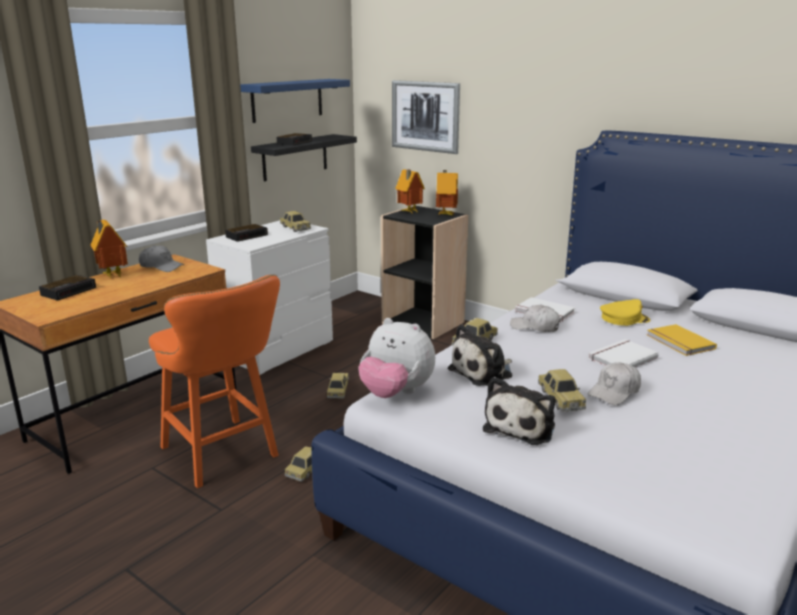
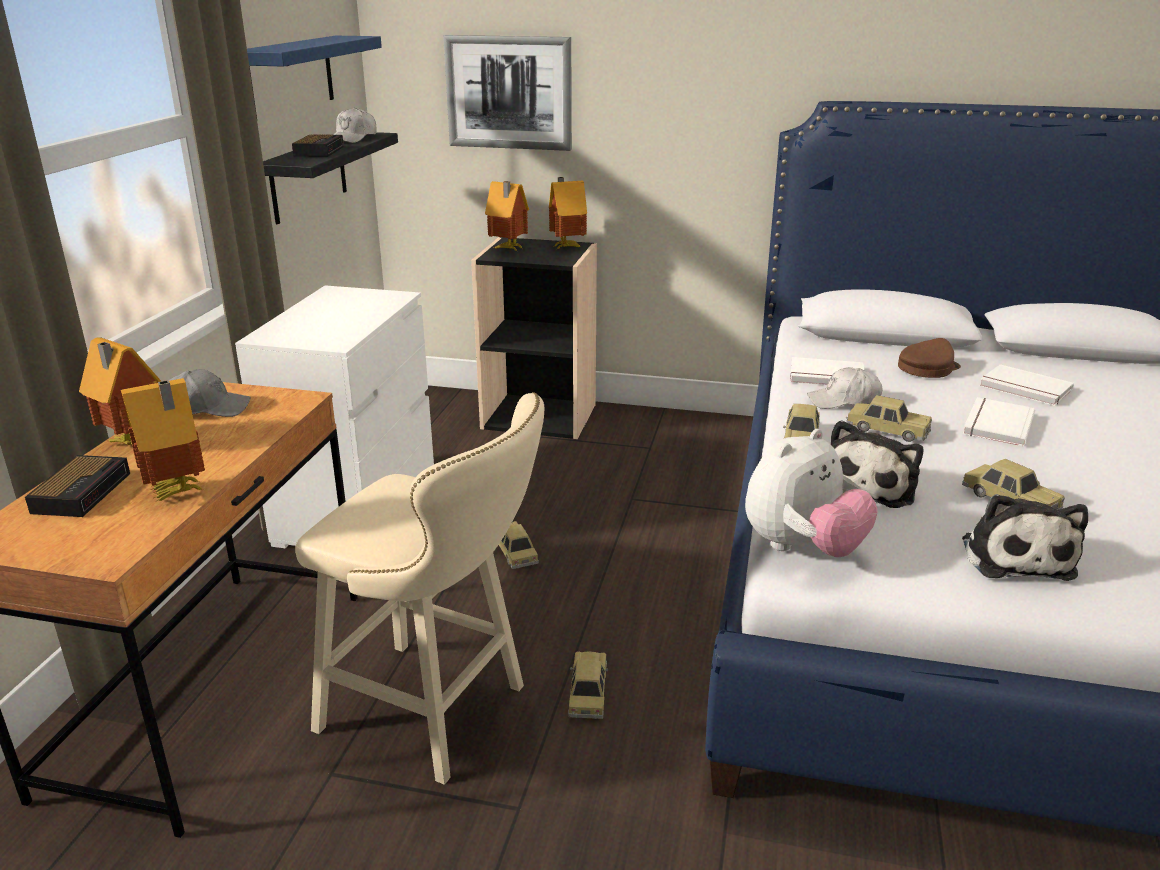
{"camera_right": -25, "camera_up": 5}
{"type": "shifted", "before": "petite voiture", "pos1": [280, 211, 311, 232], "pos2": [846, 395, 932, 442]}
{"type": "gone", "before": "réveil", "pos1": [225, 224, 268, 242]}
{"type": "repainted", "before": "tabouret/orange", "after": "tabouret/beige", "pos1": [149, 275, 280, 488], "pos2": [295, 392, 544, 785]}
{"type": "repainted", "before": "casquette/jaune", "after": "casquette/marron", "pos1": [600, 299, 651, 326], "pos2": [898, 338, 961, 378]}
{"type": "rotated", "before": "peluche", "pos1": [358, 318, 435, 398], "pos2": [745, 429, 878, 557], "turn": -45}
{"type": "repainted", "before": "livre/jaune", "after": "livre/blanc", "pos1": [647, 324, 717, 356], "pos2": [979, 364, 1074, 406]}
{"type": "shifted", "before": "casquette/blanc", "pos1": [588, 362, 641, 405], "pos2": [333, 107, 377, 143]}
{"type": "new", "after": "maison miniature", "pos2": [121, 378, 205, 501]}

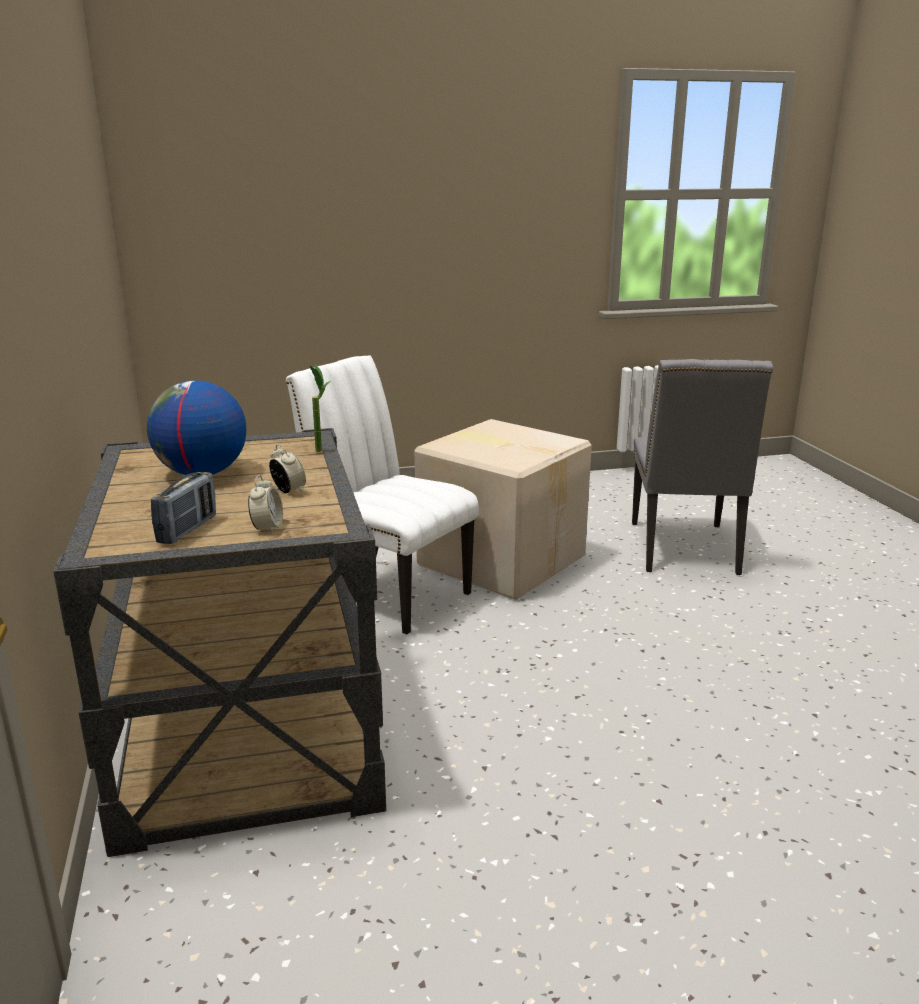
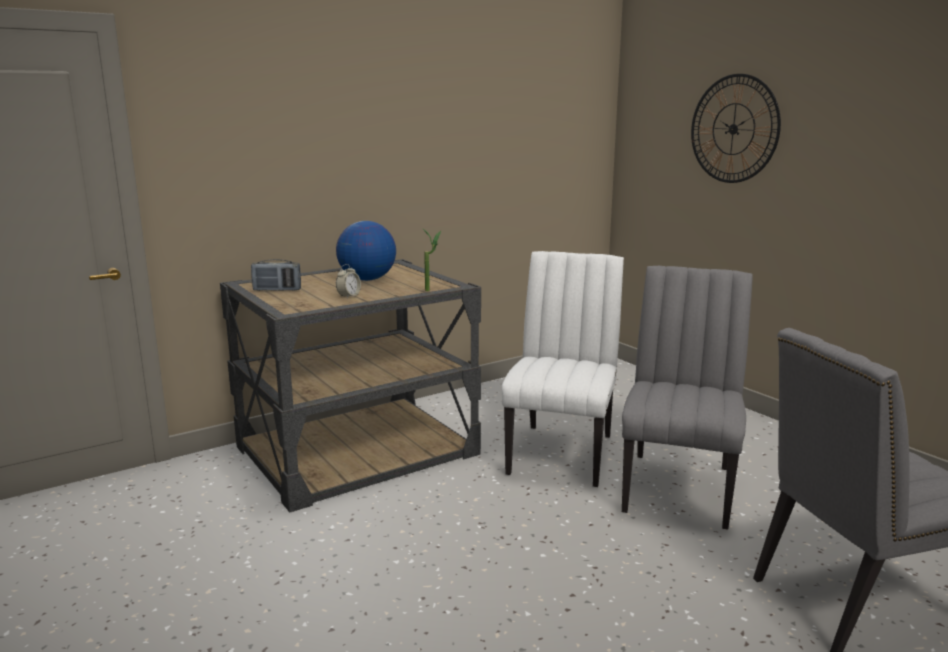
{"camera_right": 70, "camera_up": -5}
{"type": "swapped", "before": "carton", "after": "chaise/gris", "pos1": [415, 419, 592, 600], "pos2": [622, 266, 753, 530]}
{"type": "gone", "before": "réveil", "pos1": [248, 475, 283, 534]}
{"type": "new", "after": "horloge murale", "pos2": [691, 74, 781, 183]}

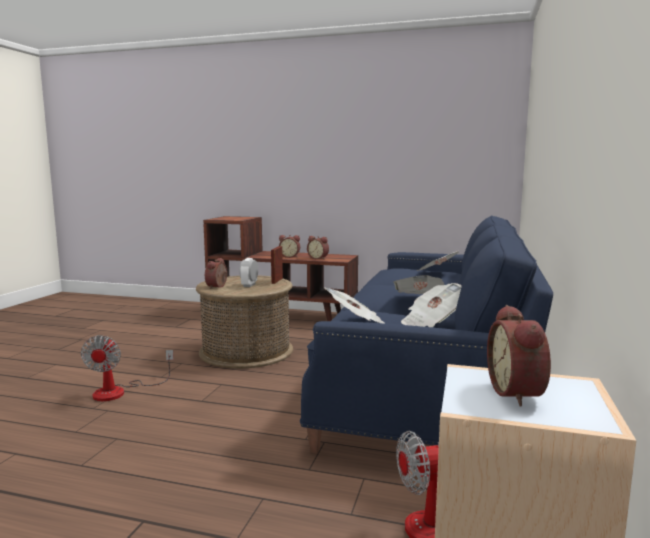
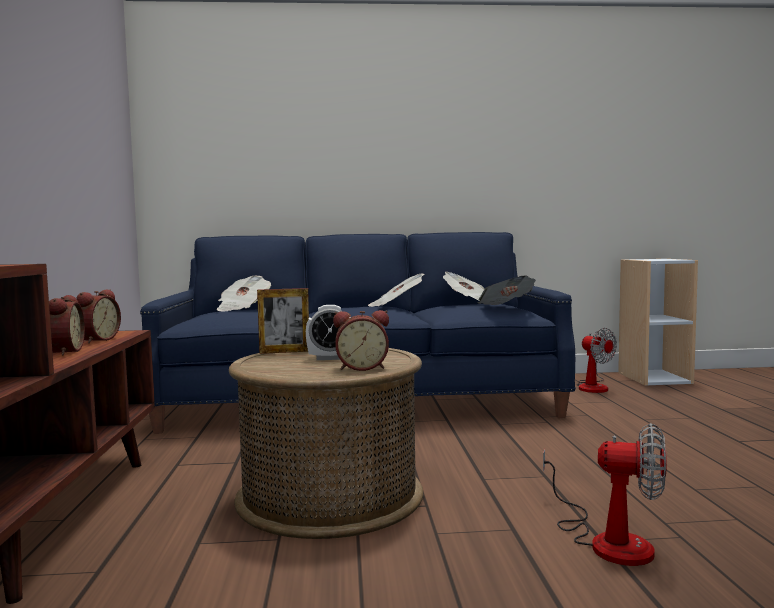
{"camera_right": -110, "camera_up": -5}
{"type": "gone", "before": "réveil", "pos1": [487, 305, 551, 407]}
{"type": "rotated", "before": "ventilateur", "pos1": [81, 335, 174, 401], "pos2": [543, 423, 667, 566], "turn": 45}

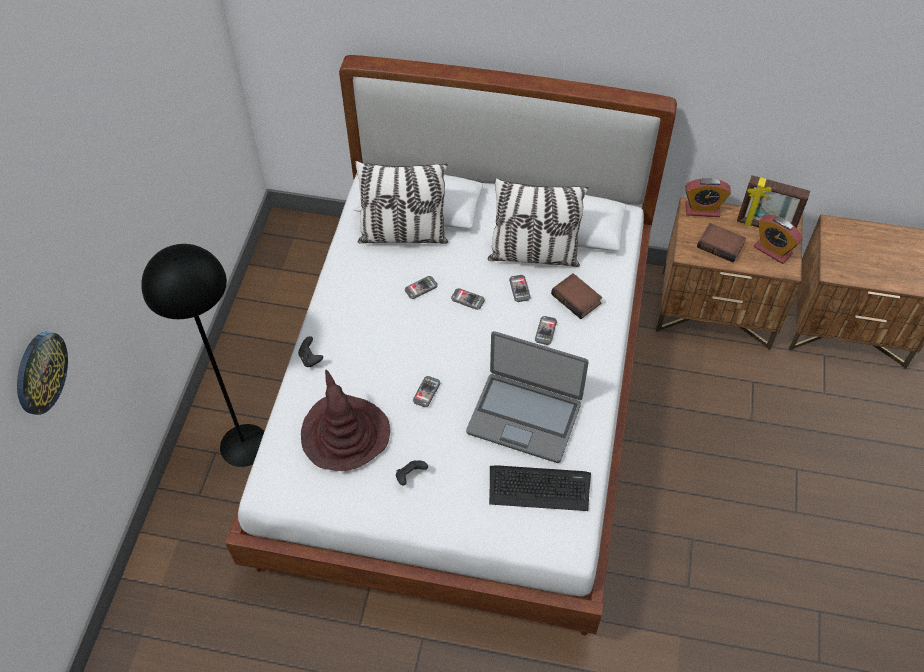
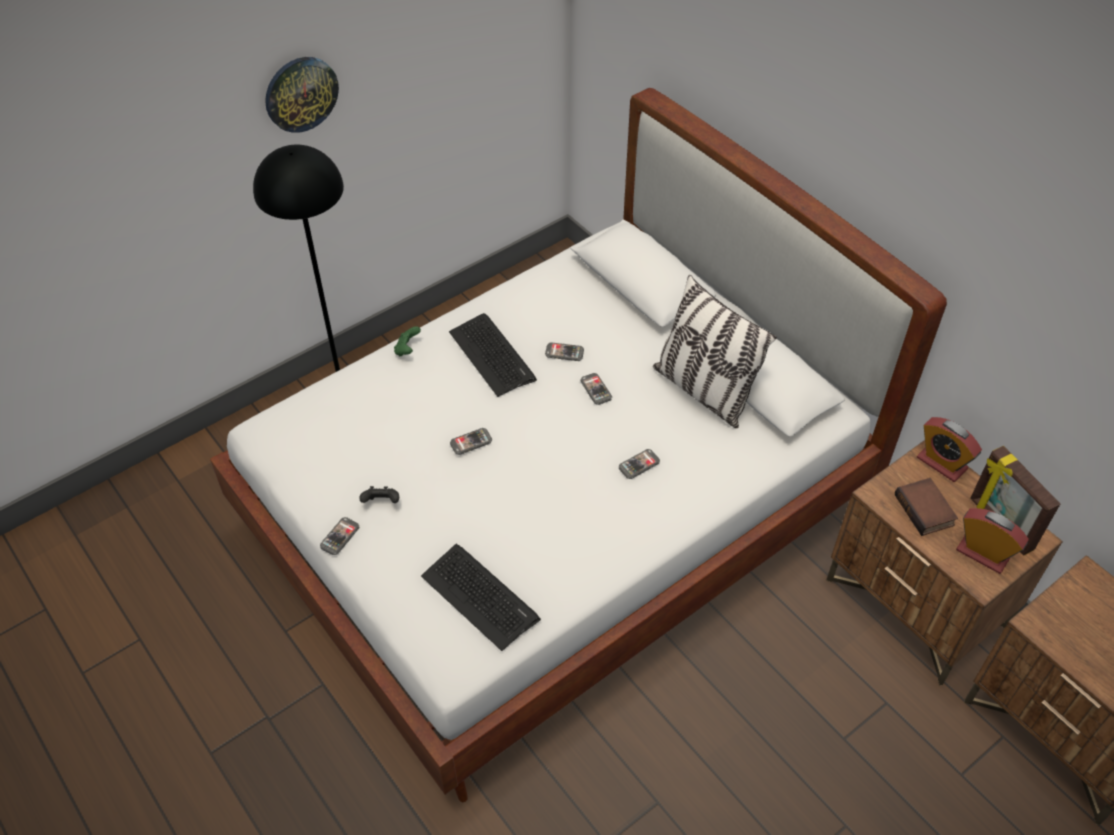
{"camera_right": 40, "camera_up": -5}
{"type": "gone", "before": "coussin", "pos1": [355, 161, 448, 244]}
{"type": "rotated", "before": "réveil", "pos1": [754, 215, 803, 264], "pos2": [956, 508, 1029, 574], "turn": 135}
{"type": "gone", "before": "livre", "pos1": [551, 273, 602, 319]}
{"type": "shifted", "before": "téléphone", "pos1": [509, 275, 531, 302], "pos2": [320, 517, 359, 555]}
{"type": "gone", "before": "ordinateur portable", "pos1": [466, 331, 589, 463]}
{"type": "shifted", "before": "horloge murale", "pos1": [17, 332, 68, 415], "pos2": [265, 57, 339, 133]}
{"type": "repainted", "before": "manette/noir", "after": "manette/vert", "pos1": [298, 336, 323, 367], "pos2": [394, 326, 421, 356]}
{"type": "gone", "before": "chapeau/marron", "pos1": [301, 370, 390, 471]}
{"type": "new", "after": "clavier", "pos2": [449, 313, 537, 397]}

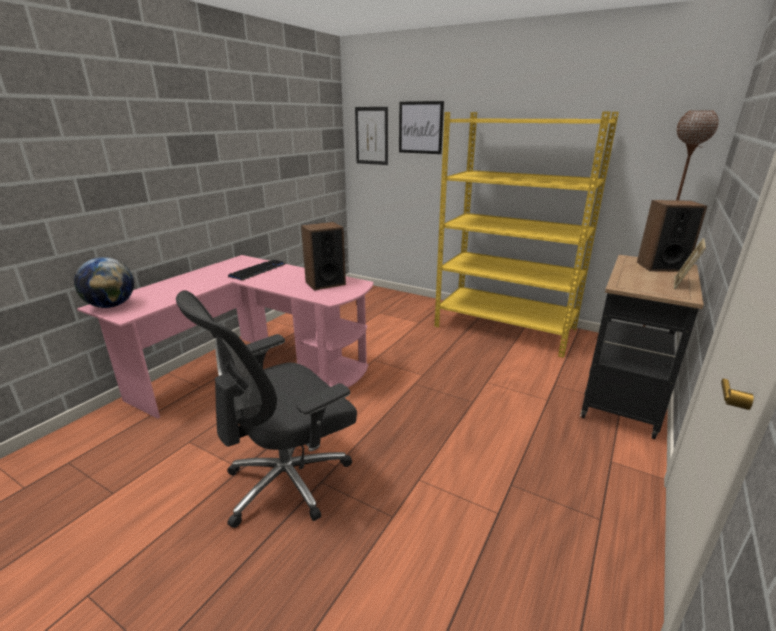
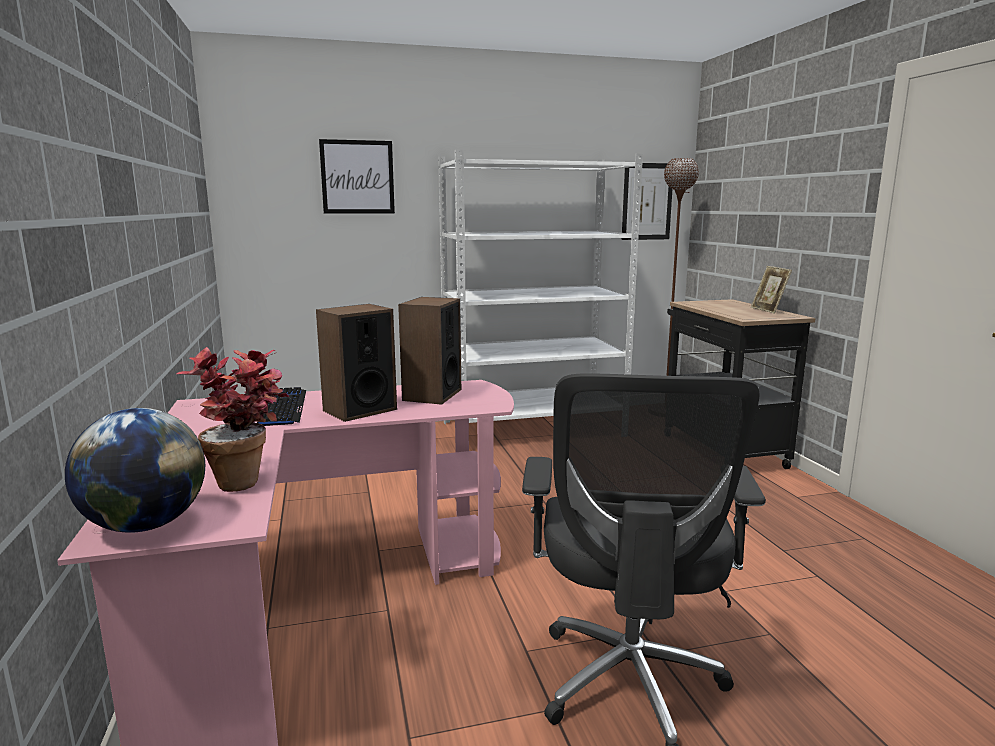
{"camera_right": -45, "camera_up": -10}
{"type": "shifted", "before": "tableau", "pos1": [355, 107, 388, 165], "pos2": [622, 163, 672, 240]}
{"type": "repainted", "before": "bibliothèque/jaune", "after": "bibliothèque/blanc", "pos1": [434, 111, 619, 358], "pos2": [438, 149, 643, 424]}
{"type": "shifted", "before": "enceinte", "pos1": [637, 200, 707, 272], "pos2": [316, 304, 397, 422]}
{"type": "new", "after": "plante en pot", "pos2": [176, 347, 289, 492]}

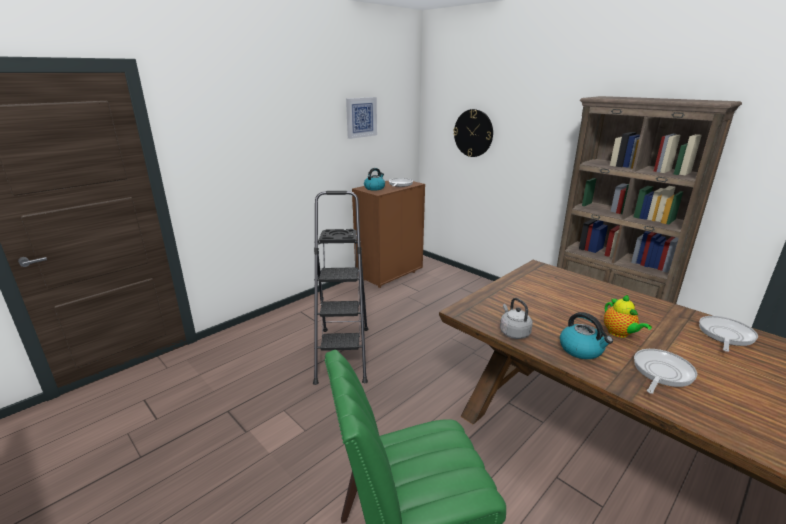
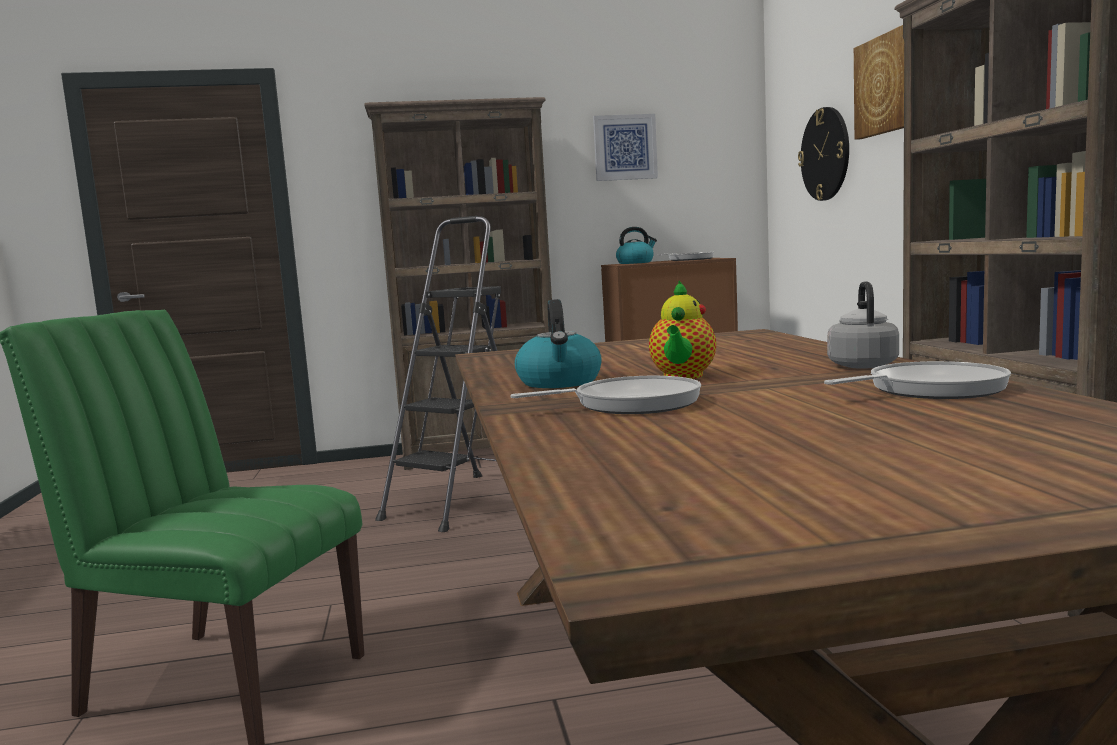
{"camera_right": 35, "camera_up": -15}
{"type": "shifted", "before": "bouilloire/gris", "pos1": [500, 298, 533, 339], "pos2": [827, 281, 899, 369]}
{"type": "new", "after": "tableau", "pos2": [854, 25, 904, 140]}
{"type": "new", "after": "bibliothèque/marron", "pos2": [364, 97, 552, 470]}

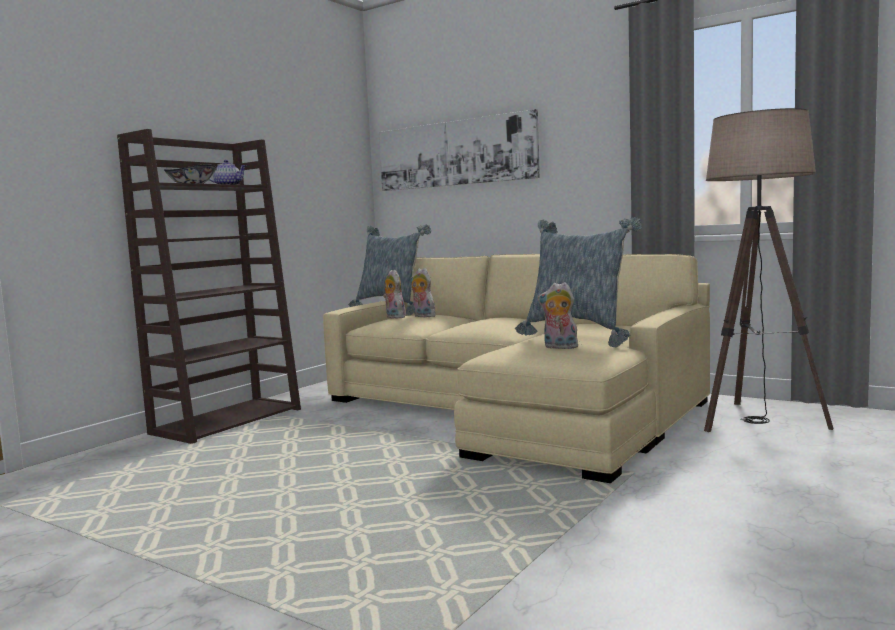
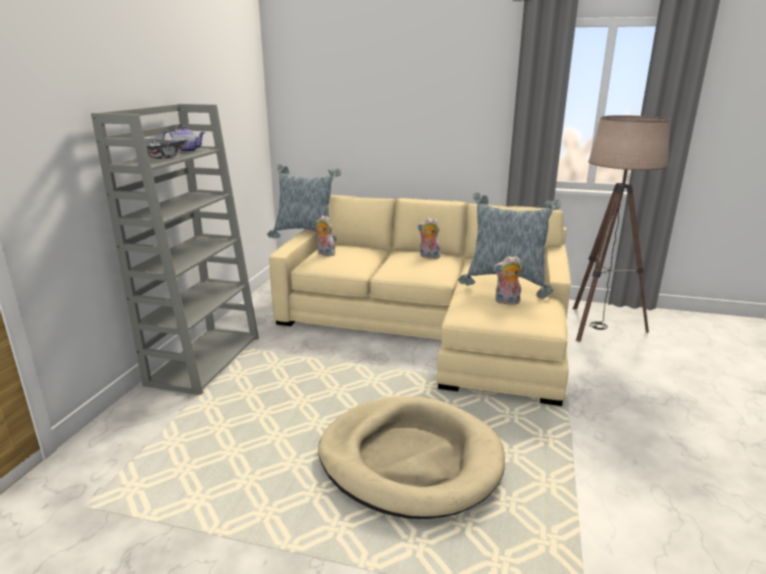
{"camera_right": -20, "camera_up": 15}
{"type": "gone", "before": "tableau", "pos1": [379, 109, 540, 191]}
{"type": "repainted", "before": "bibliothèque/marron", "after": "bibliothèque/gris", "pos1": [117, 129, 301, 444], "pos2": [91, 104, 259, 395]}
{"type": "shifted", "before": "peluche", "pos1": [410, 268, 435, 317], "pos2": [418, 218, 440, 259]}
{"type": "new", "after": "panier pour chien/beige", "pos2": [318, 396, 505, 519]}

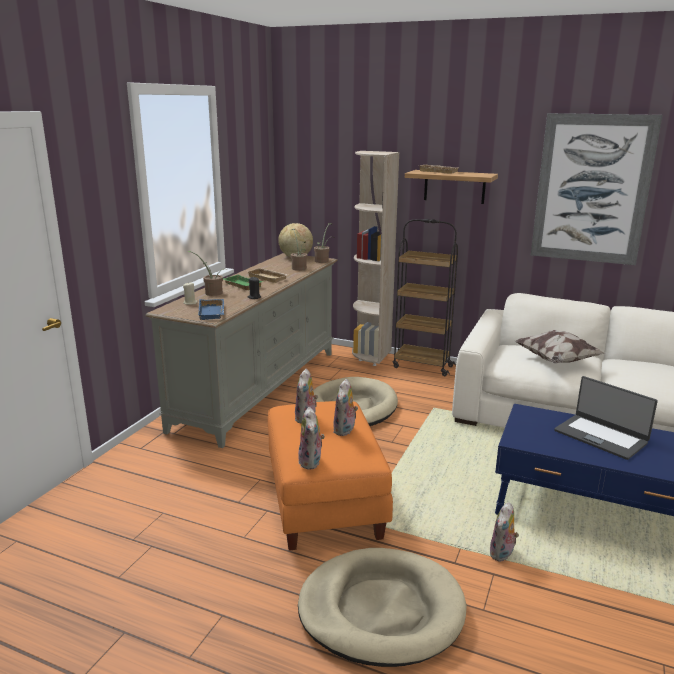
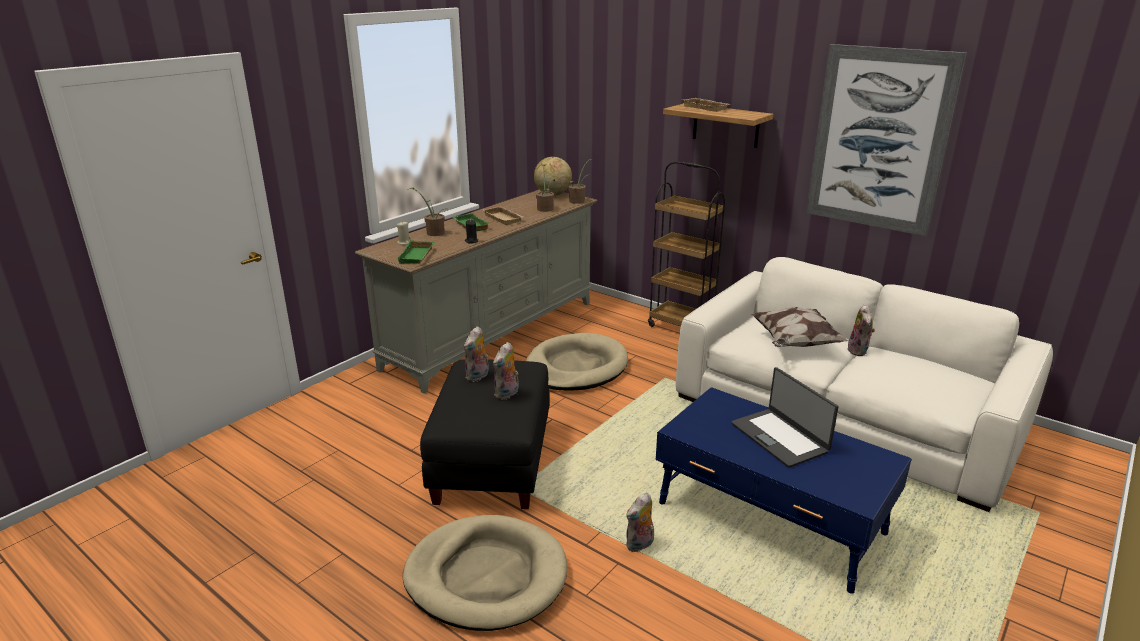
{"camera_right": 15, "camera_up": 5}
{"type": "gone", "before": "bibliothèque/beige", "pos1": [352, 151, 399, 366]}
{"type": "repainted", "before": "plateau/bleu", "after": "plateau/vert", "pos1": [198, 299, 224, 320], "pos2": [398, 240, 434, 264]}
{"type": "repainted", "before": "pouf/orange", "after": "pouf/noir", "pos1": [268, 401, 393, 551], "pos2": [420, 359, 550, 509]}
{"type": "shifted", "before": "peluche", "pos1": [298, 407, 325, 469], "pos2": [848, 304, 875, 356]}

